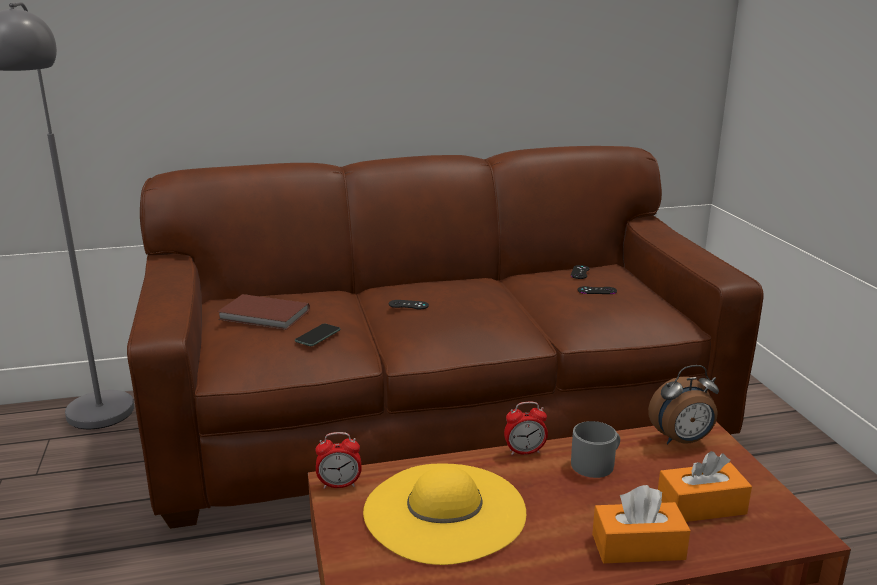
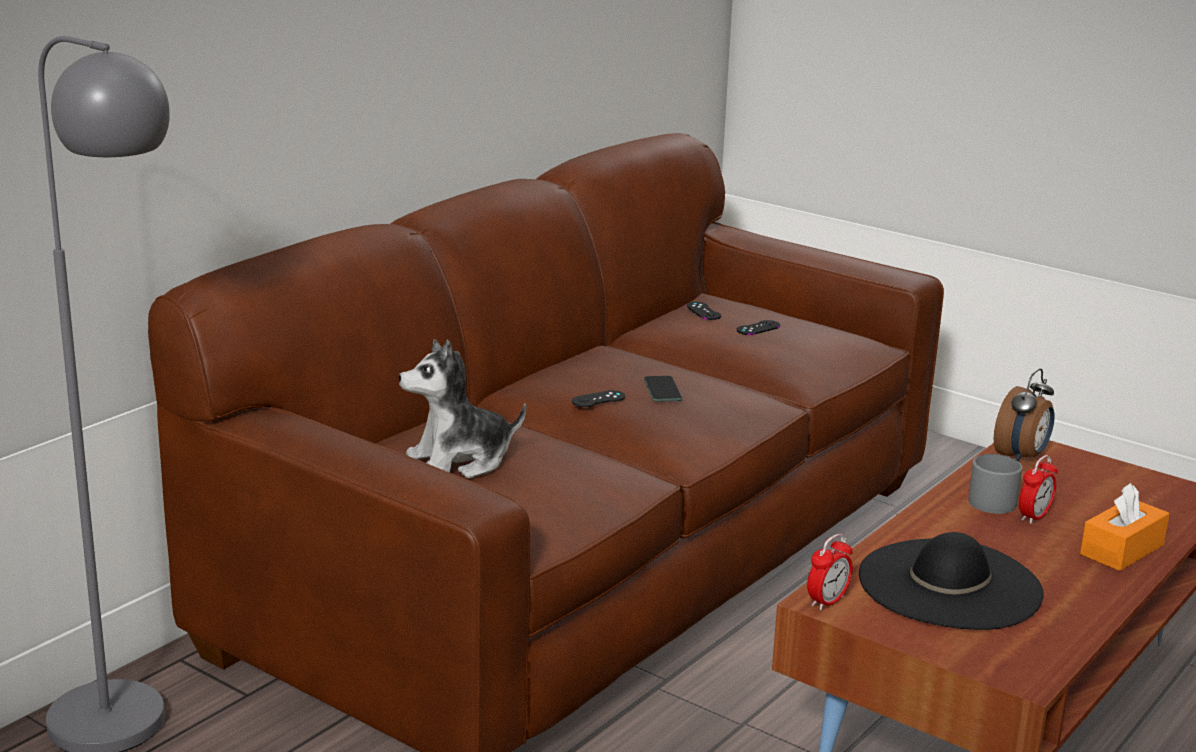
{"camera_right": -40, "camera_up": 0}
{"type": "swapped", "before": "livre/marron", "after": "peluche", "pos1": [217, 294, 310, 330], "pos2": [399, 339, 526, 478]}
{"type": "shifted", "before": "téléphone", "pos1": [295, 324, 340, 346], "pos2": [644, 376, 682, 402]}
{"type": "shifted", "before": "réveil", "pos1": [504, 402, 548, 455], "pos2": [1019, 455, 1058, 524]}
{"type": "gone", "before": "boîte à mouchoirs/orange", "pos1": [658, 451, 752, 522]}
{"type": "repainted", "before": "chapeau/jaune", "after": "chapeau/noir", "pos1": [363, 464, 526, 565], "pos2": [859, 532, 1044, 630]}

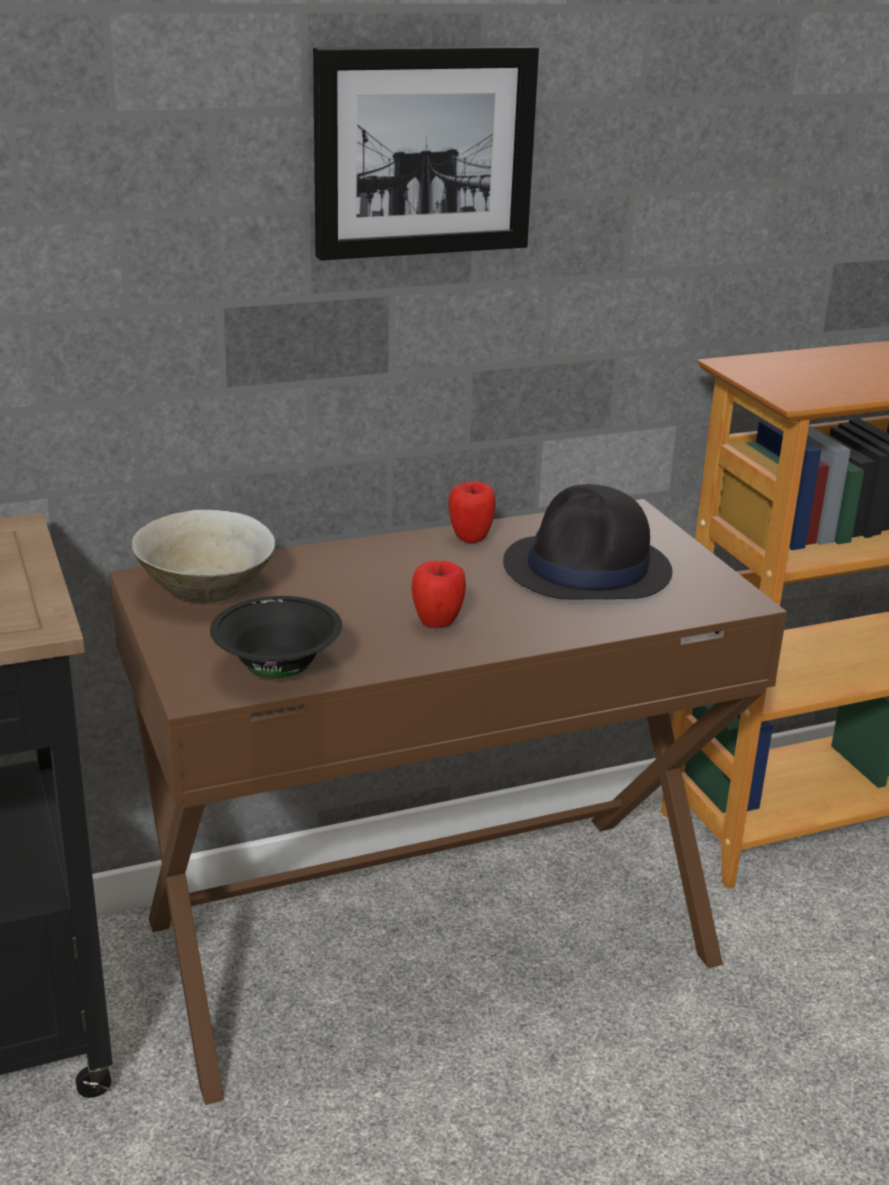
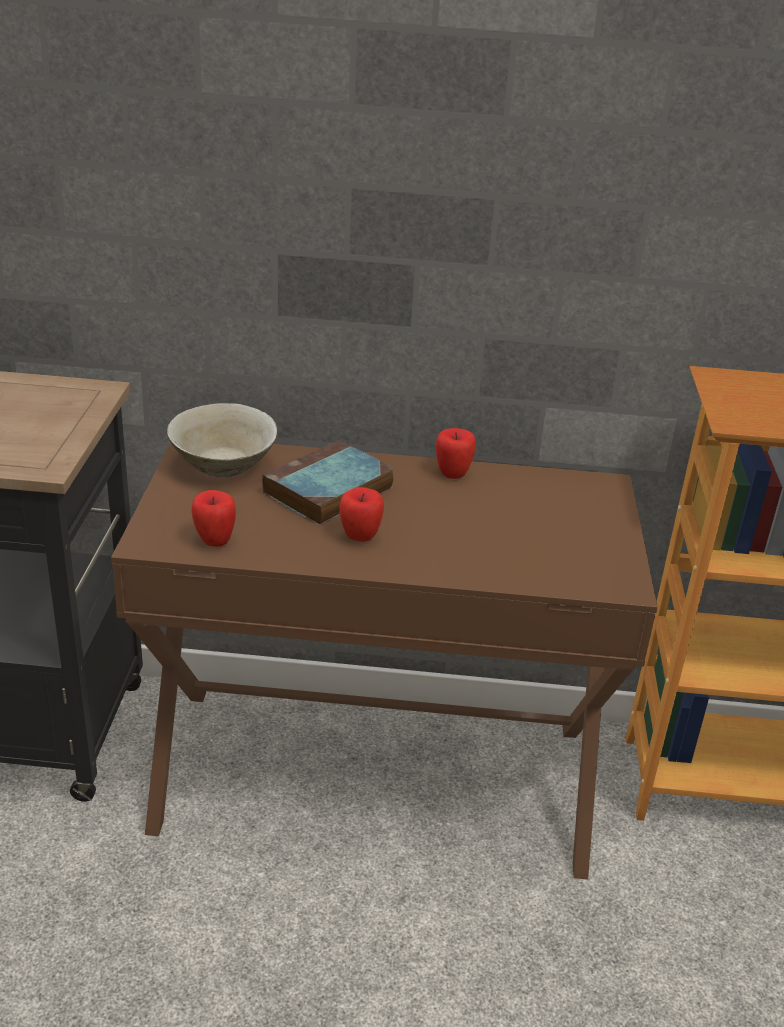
{"camera_right": 25, "camera_up": 5}
{"type": "gone", "before": "tableau", "pos1": [313, 46, 539, 261]}
{"type": "gone", "before": "chapeau/noir", "pos1": [503, 484, 672, 600]}
{"type": "swapped", "before": "bol/noir", "after": "pomme", "pos1": [210, 596, 342, 678], "pos2": [191, 490, 236, 546]}
{"type": "new", "after": "livre", "pos2": [262, 440, 395, 526]}

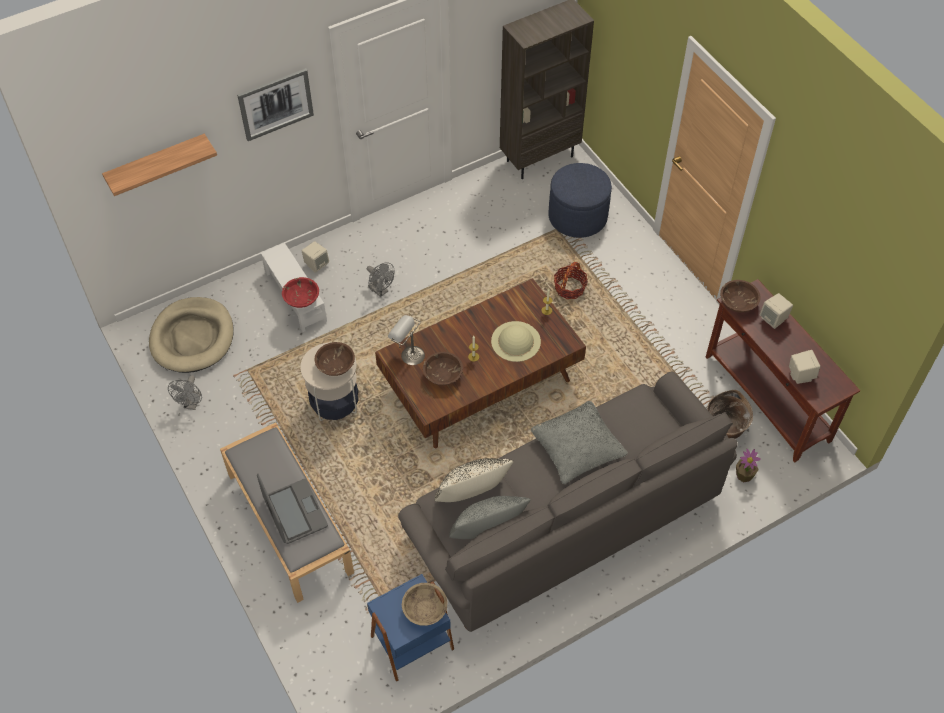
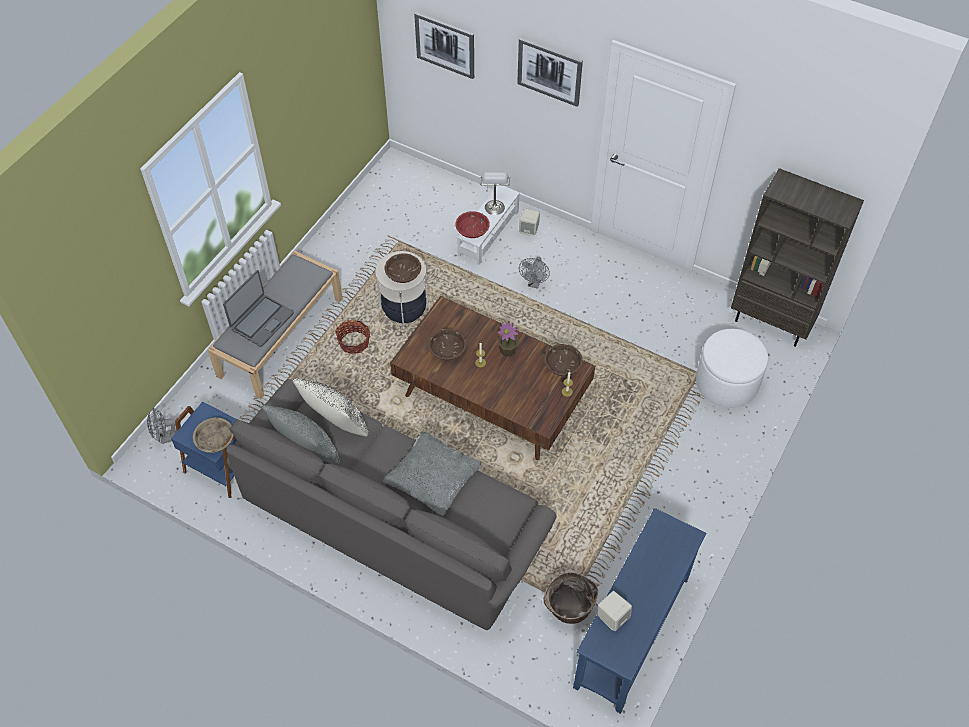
{"camera_right": 60, "camera_up": 0}
{"type": "swapped", "before": "étagère", "after": "tableau", "pos1": [102, 134, 217, 196], "pos2": [414, 12, 474, 79]}
{"type": "repainted", "before": "pouf/bleu", "after": "pouf/blanc", "pos1": [549, 163, 612, 238], "pos2": [696, 329, 768, 408]}
{"type": "shifted", "before": "panier", "pos1": [554, 262, 588, 299], "pos2": [335, 320, 370, 354]}
{"type": "repainted", "before": "table console/marron", "after": "table console/bleu", "pos1": [705, 279, 861, 462], "pos2": [573, 508, 706, 714]}
{"type": "shifted", "before": "bol/marron", "pos1": [720, 280, 761, 312], "pos2": [544, 344, 583, 376]}
{"type": "gone", "before": "enceinte/beige", "pos1": [760, 293, 793, 329]}
{"type": "gone", "before": "panier pour chien/beige", "pos1": [149, 297, 234, 373]}
{"type": "shifted", "before": "lampe de table/blanc", "pos1": [388, 315, 425, 365], "pos2": [480, 172, 510, 215]}
{"type": "gone", "before": "chapeau/beige", "pos1": [491, 321, 541, 362]}
{"type": "shifted", "before": "ventilateur/gris", "pos1": [168, 375, 202, 410], "pos2": [147, 408, 177, 444]}
{"type": "shifted", "before": "plante en pot", "pos1": [736, 449, 761, 482], "pos2": [498, 321, 518, 357]}

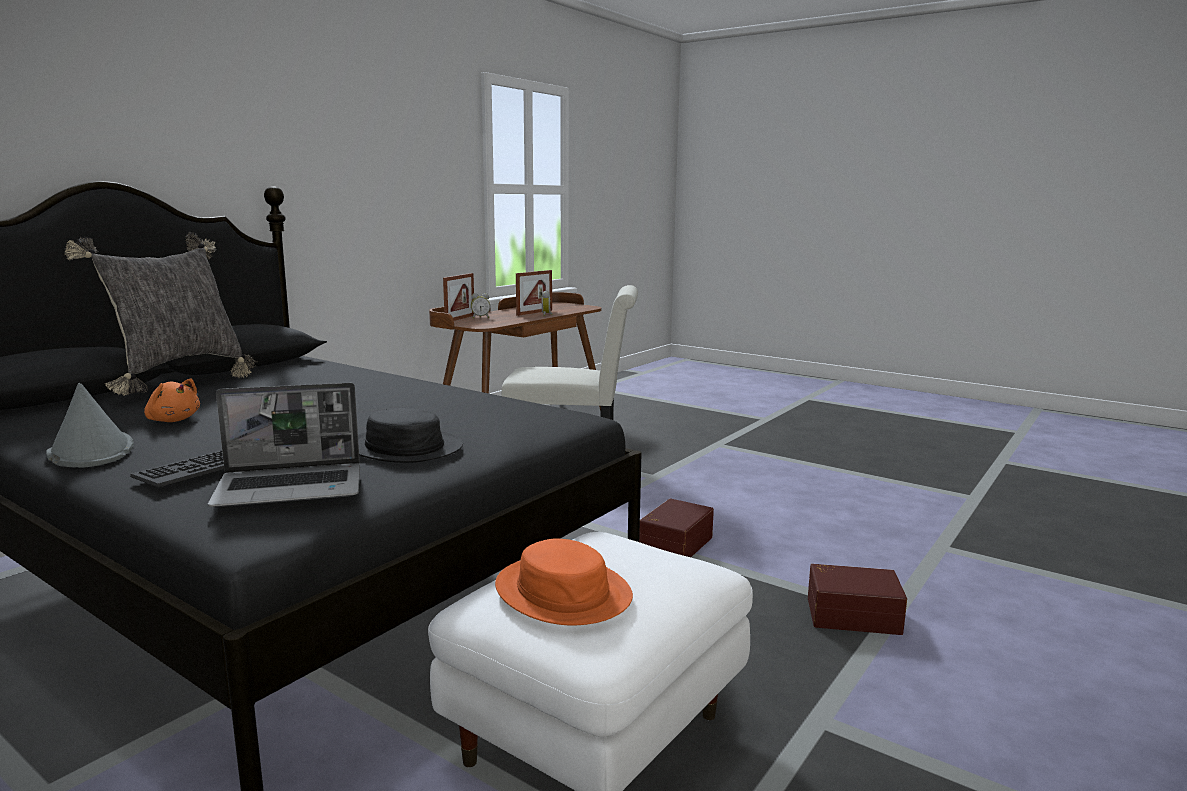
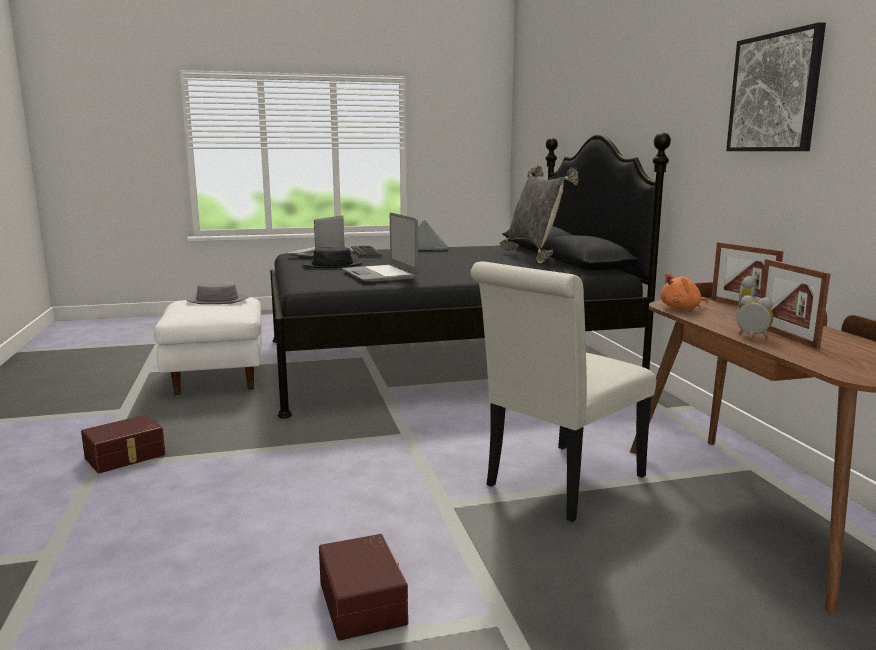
{"camera_right": 130, "camera_up": 0}
{"type": "shifted", "before": "peluche/orange", "pos1": [144, 379, 200, 422], "pos2": [660, 273, 708, 310]}
{"type": "shifted", "before": "boîte de rangement/marron", "pos1": [639, 498, 714, 557], "pos2": [319, 534, 408, 640]}
{"type": "repainted", "before": "chapeau/orange", "after": "chapeau/gris", "pos1": [495, 538, 633, 626], "pos2": [186, 282, 249, 304]}
{"type": "new", "after": "tableau", "pos2": [726, 22, 826, 151]}
{"type": "new", "after": "ordinateur portable", "pos2": [342, 213, 418, 282]}

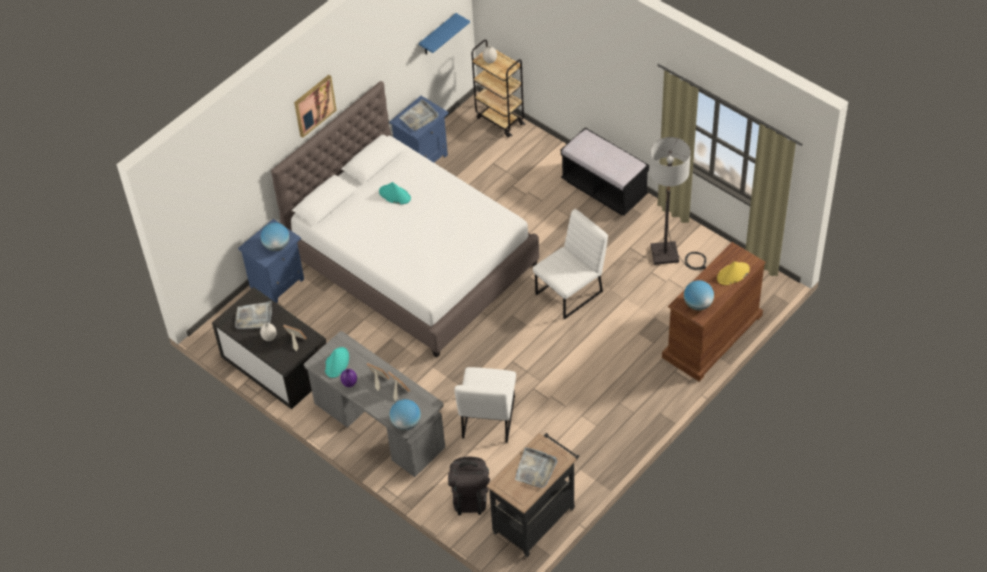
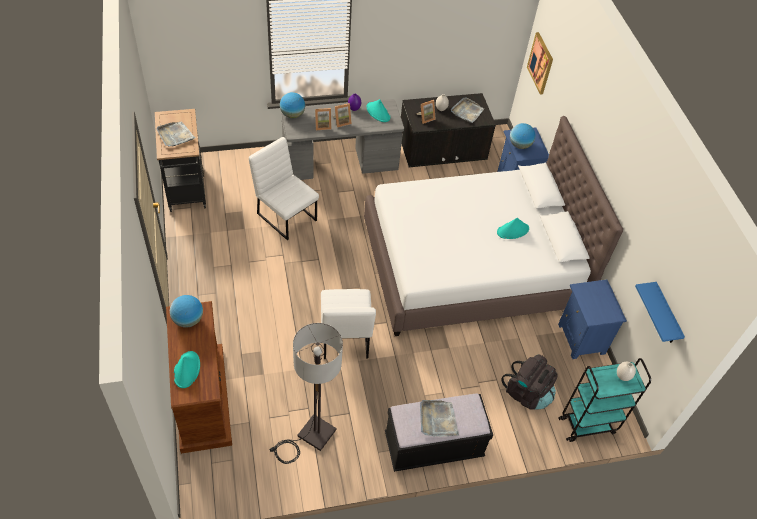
{"camera_right": 120, "camera_up": 0}
{"type": "repainted", "before": "chariot/marron", "after": "chariot/turquoise", "pos1": [471, 39, 525, 137], "pos2": [558, 358, 651, 442]}
{"type": "shifted", "before": "tableau", "pos1": [294, 75, 337, 138], "pos2": [527, 32, 553, 94]}
{"type": "shifted", "before": "plateau/gris", "pos1": [399, 99, 439, 131], "pos2": [420, 400, 459, 437]}
{"type": "repainted", "before": "chapeau/jaune", "after": "chapeau/turquoise", "pos1": [717, 261, 750, 285], "pos2": [174, 351, 200, 388]}
{"type": "shifted", "before": "sac à dos/noir", "pos1": [448, 456, 490, 516], "pos2": [501, 355, 558, 410]}

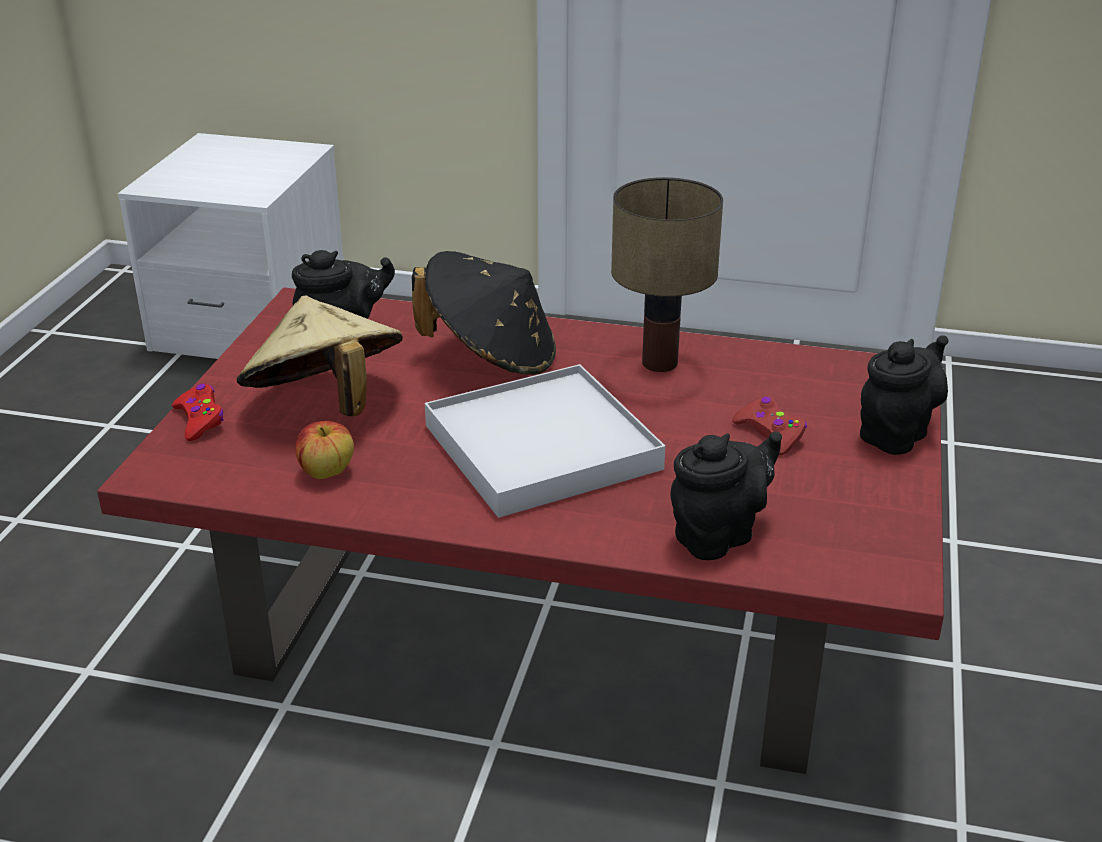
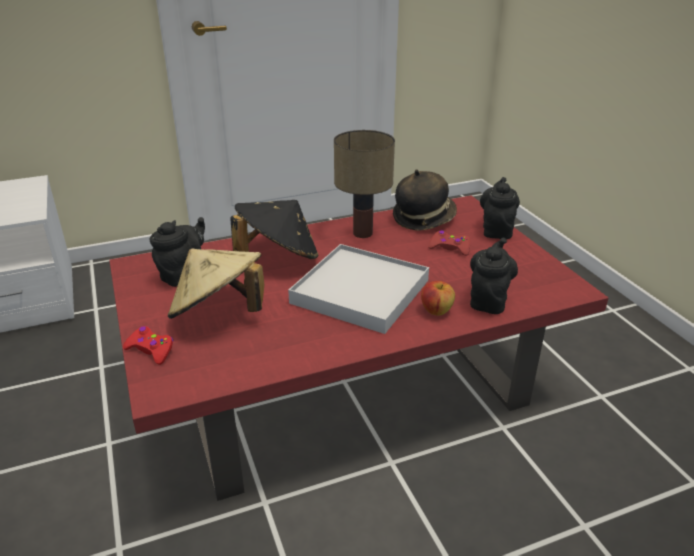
{"camera_right": -35, "camera_up": 0}
{"type": "shifted", "before": "pomme", "pos1": [295, 421, 354, 479], "pos2": [421, 281, 455, 316]}
{"type": "new", "after": "chapeau", "pos2": [393, 169, 457, 231]}

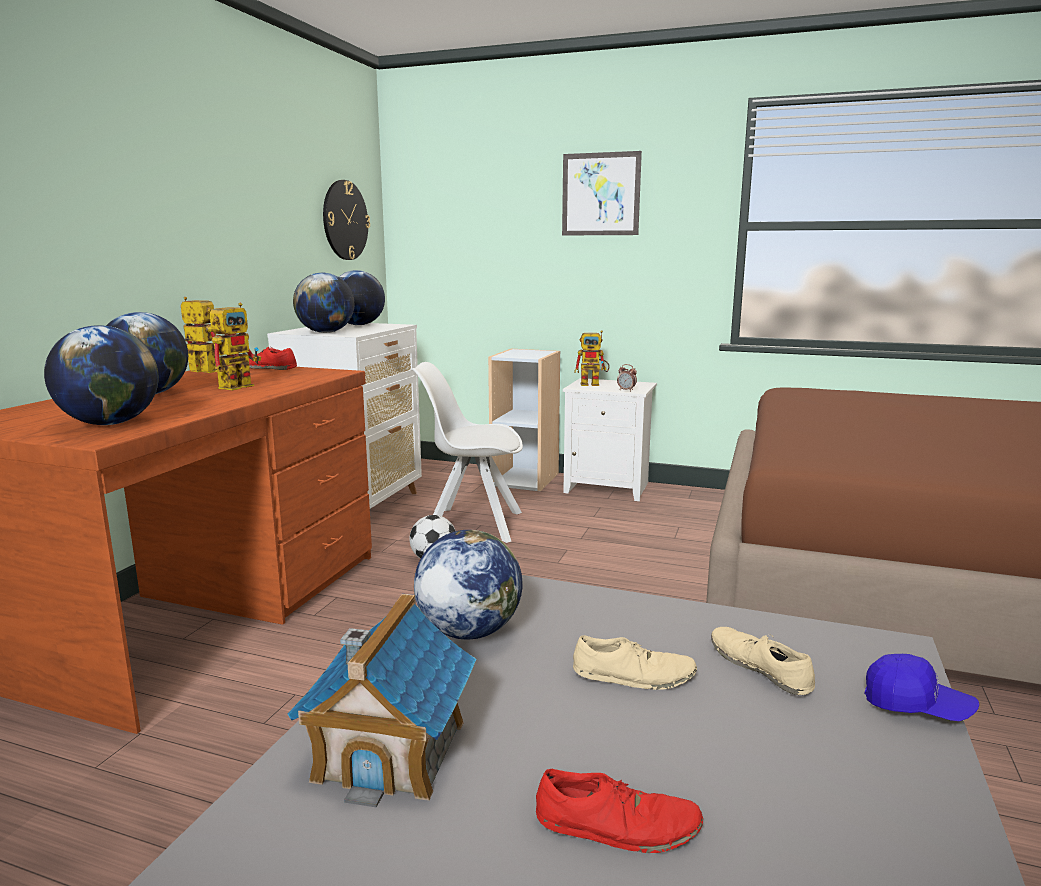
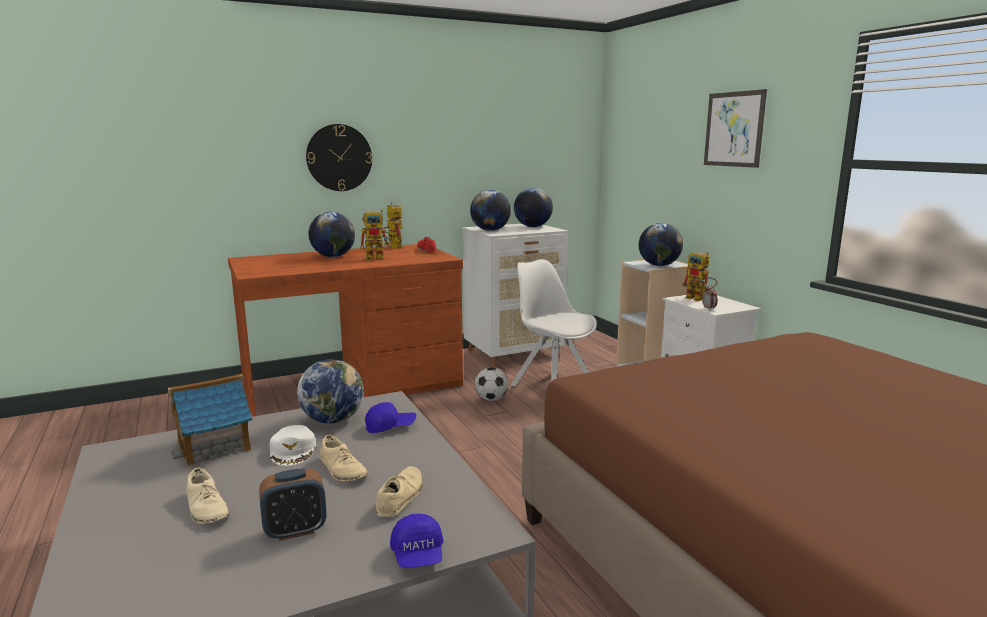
{"camera_right": 45, "camera_up": 0}
{"type": "shifted", "before": "horloge murale", "pos1": [323, 180, 370, 260], "pos2": [306, 124, 372, 191]}
{"type": "shifted", "before": "globe", "pos1": [44, 325, 159, 425], "pos2": [639, 223, 683, 266]}
{"type": "repainted", "before": "chaussure/rouge", "after": "chaussure/beige", "pos1": [536, 769, 703, 853], "pos2": [186, 467, 230, 524]}
{"type": "new", "after": "casquette/bleu", "pos2": [365, 402, 416, 433]}
{"type": "new", "after": "casquette/blanc", "pos2": [269, 425, 316, 466]}
{"type": "new", "after": "réveil", "pos2": [259, 469, 327, 541]}

